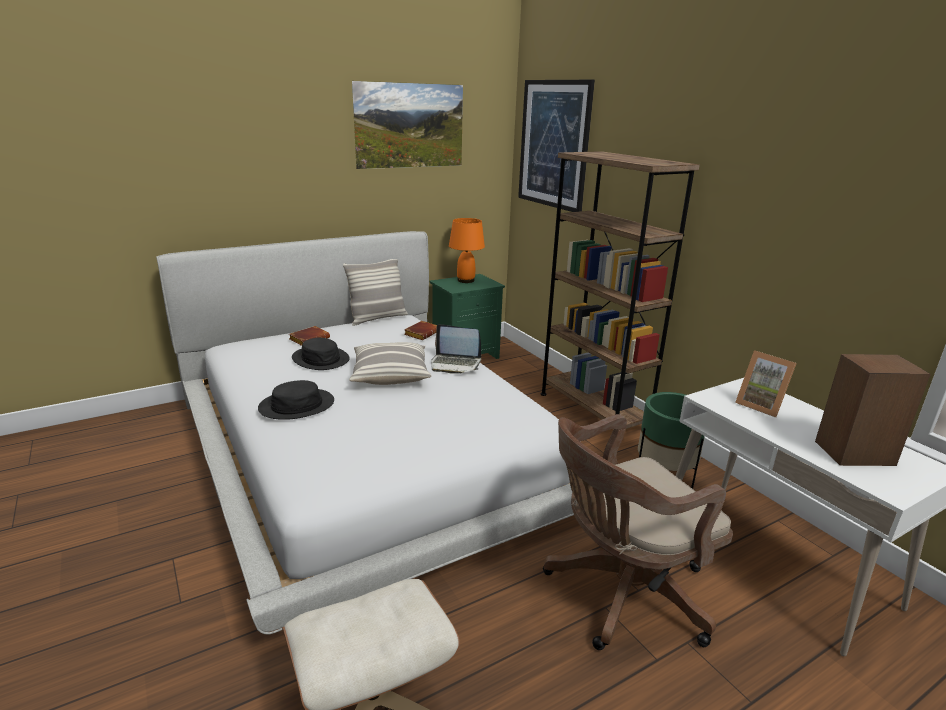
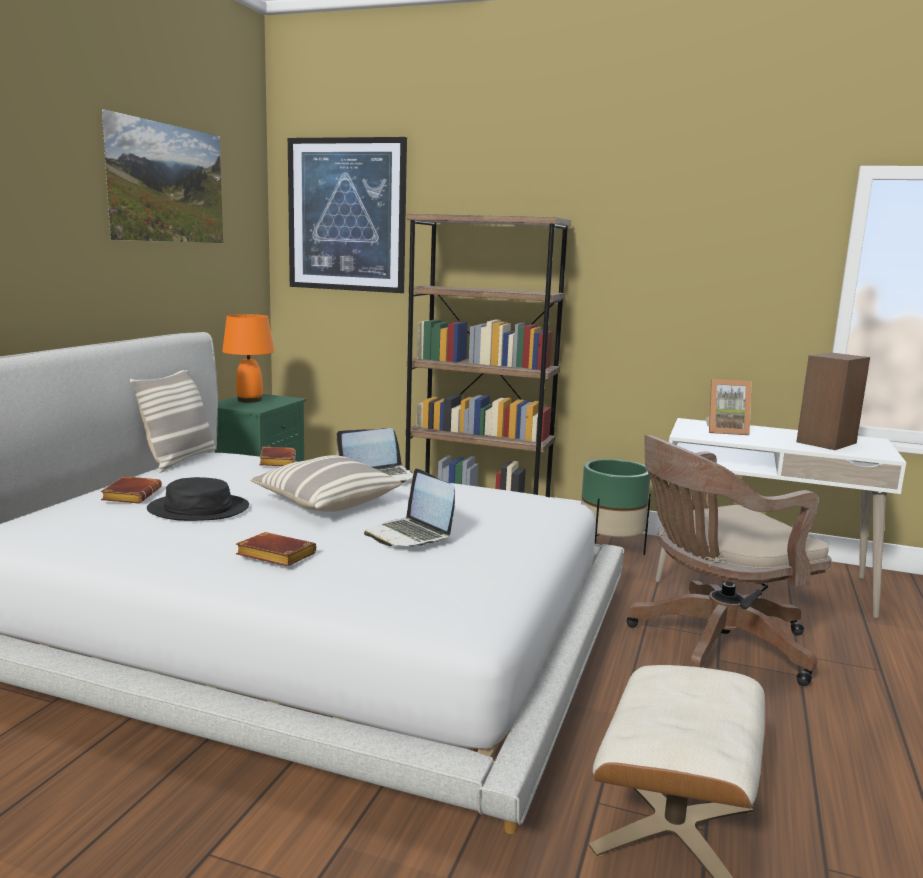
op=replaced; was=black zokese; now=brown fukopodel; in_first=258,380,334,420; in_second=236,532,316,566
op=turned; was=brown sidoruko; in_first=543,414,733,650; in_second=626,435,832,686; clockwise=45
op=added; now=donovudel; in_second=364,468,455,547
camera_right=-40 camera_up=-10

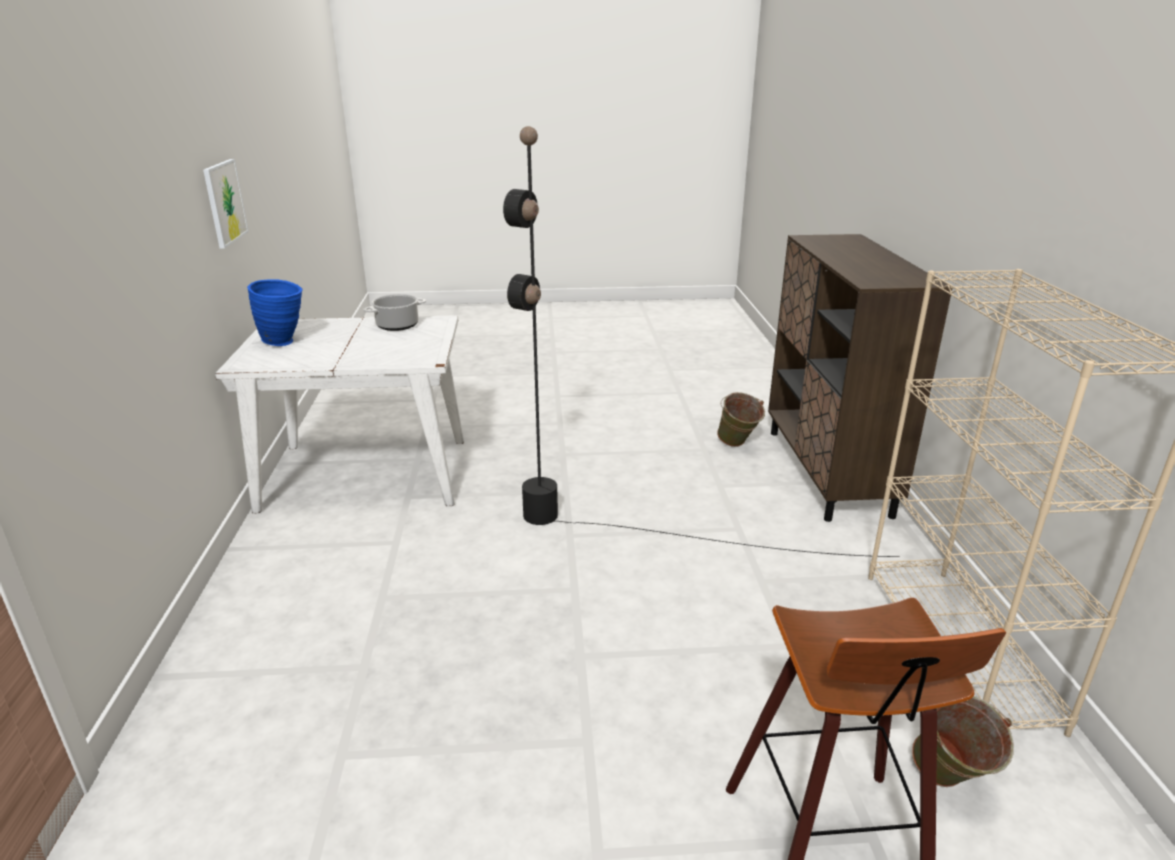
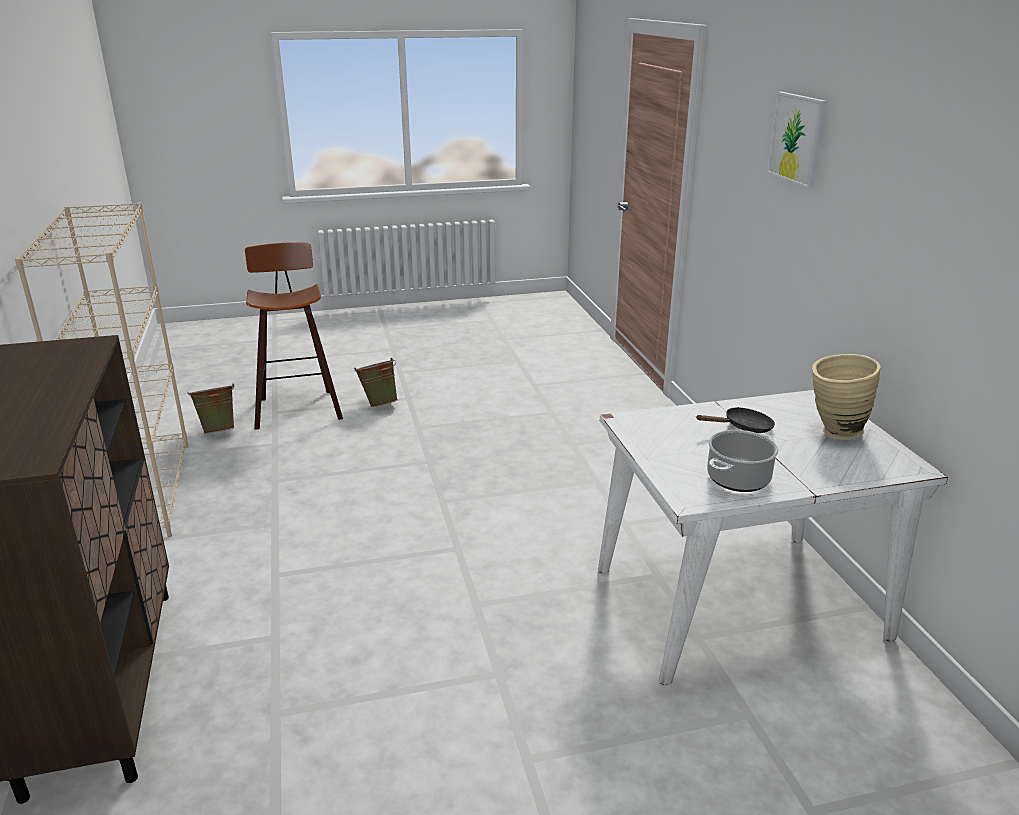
op=moved; was=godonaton; in_first=203,159,249,248; in_second=767,92,827,189
op=recoloured; was=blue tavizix; now=beige tavizix; in_first=247,279,303,346; in_second=812,354,880,440
op=removed; was=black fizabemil; in_first=503,126,900,557
op=moved; was=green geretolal; in_first=717,392,765,447; in_second=354,358,398,407
op=added; now=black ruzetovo; in_second=696,407,775,433
camera_right=170 camera_up=0

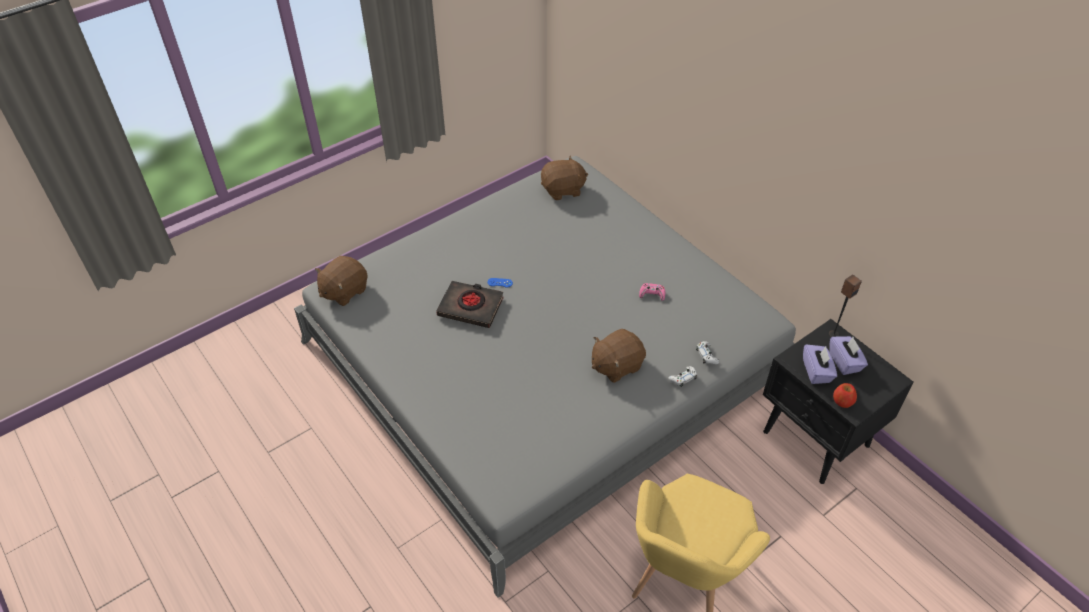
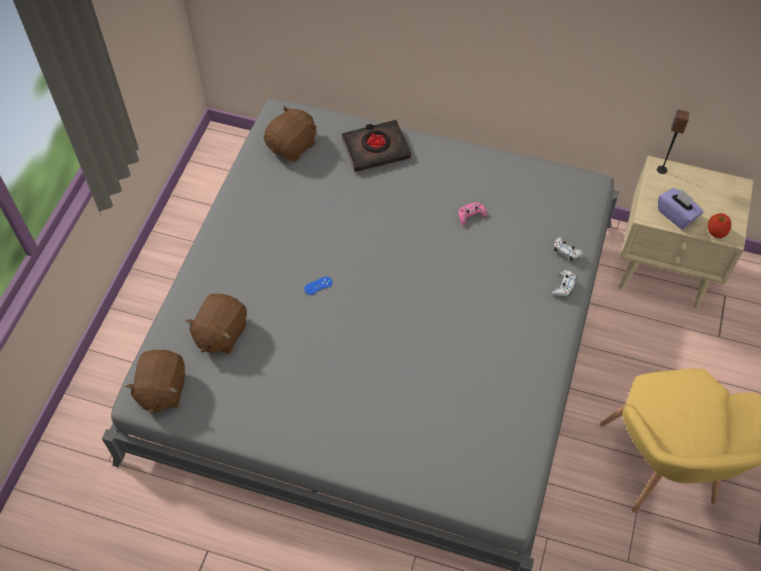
op=moved; was=black fukopodel; in_first=436,281,504,328; in_second=342,120,411,172
op=moved; was=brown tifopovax; in_first=592,329,646,383; in_second=186,294,247,354
op=recoloured; was=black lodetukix; now=beige lodetukix; in_first=763,319,913,484; in_second=618,156,754,309
op=removed; was=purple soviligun; in_first=829,336,868,375
camera_right=-35 camera_up=10

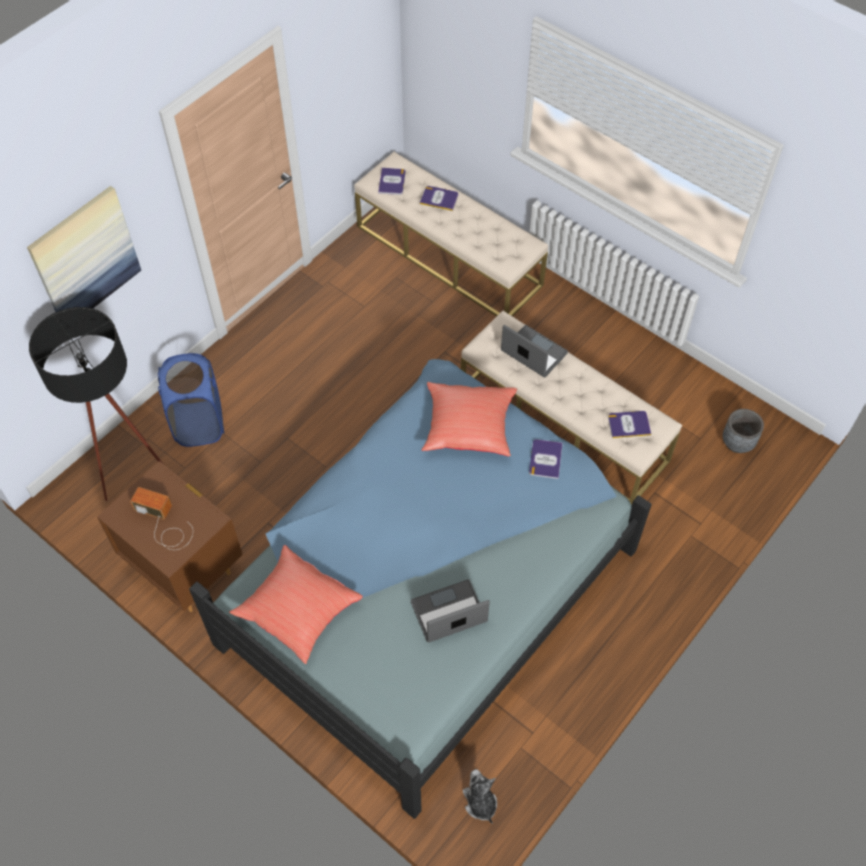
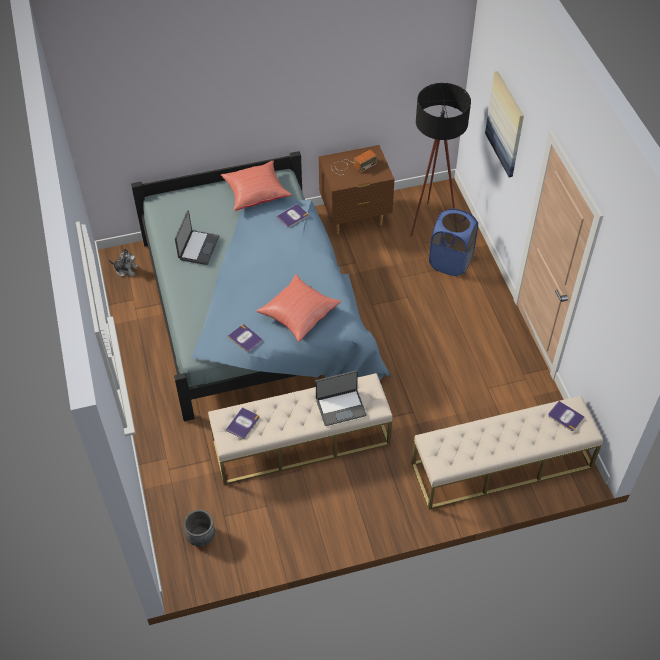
op=moved; was=fukopodel; in_first=420,186,458,211; in_second=276,204,308,228
camera_right=125 camera_up=-5

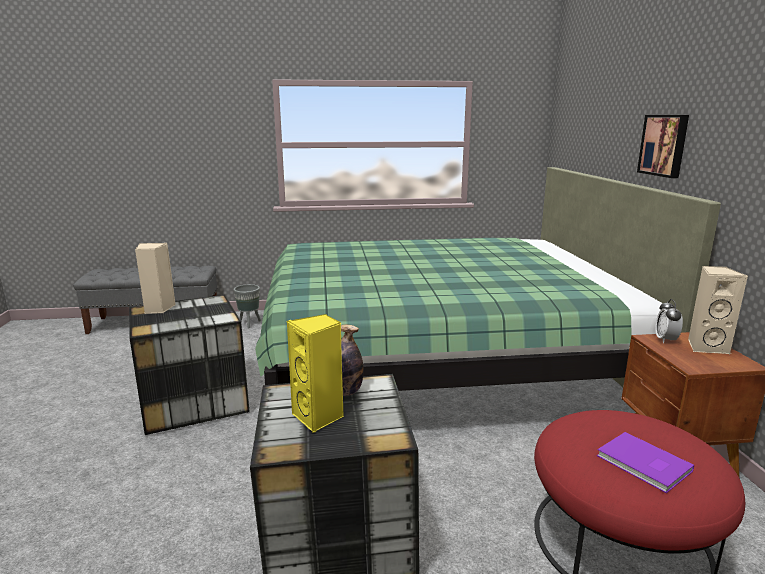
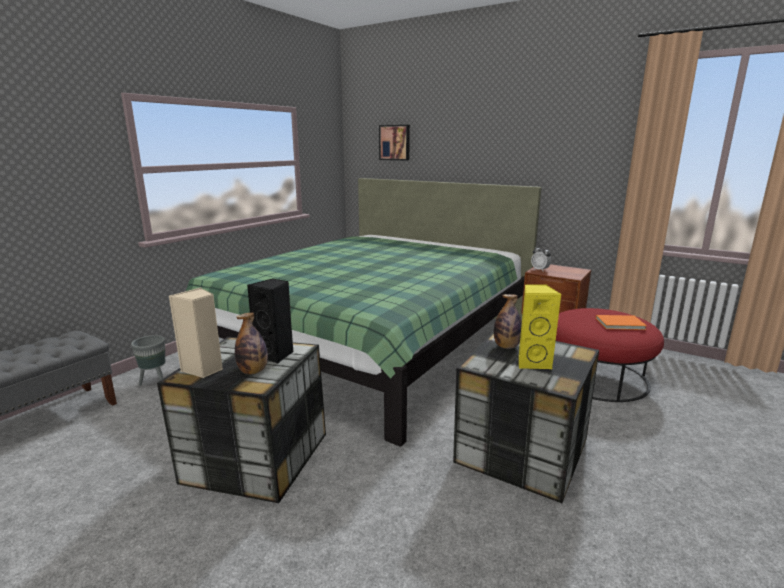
op=recoloured; was=purple fukopodel; now=orange fukopodel; in_first=597,432,694,493; in_second=596,315,647,330
op=moved; was=godonaton; in_first=637,115,689,178; in_second=379,125,410,161
op=removed; was=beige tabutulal; in_first=688,266,748,355
op=added; now=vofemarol; in_second=235,312,268,374
op=added; now=black tabutulal; in_second=247,278,294,364
camera_right=-50 camera_up=0

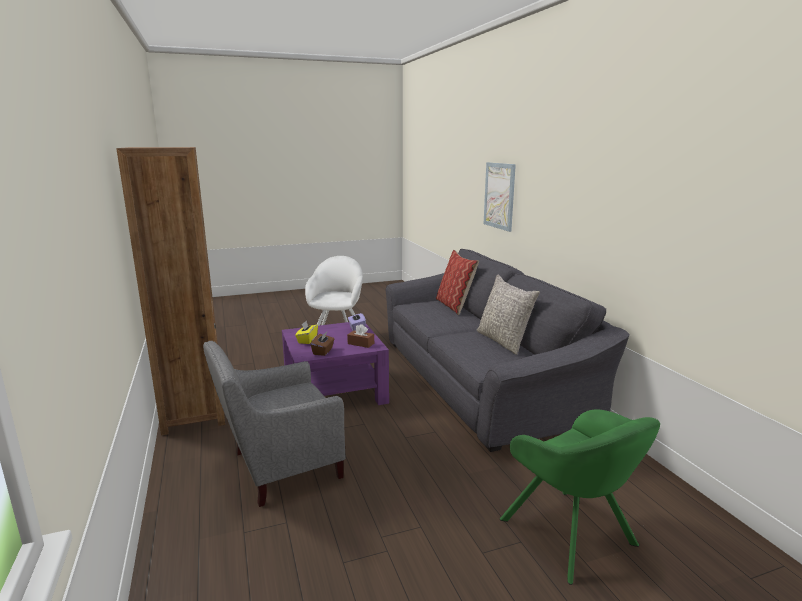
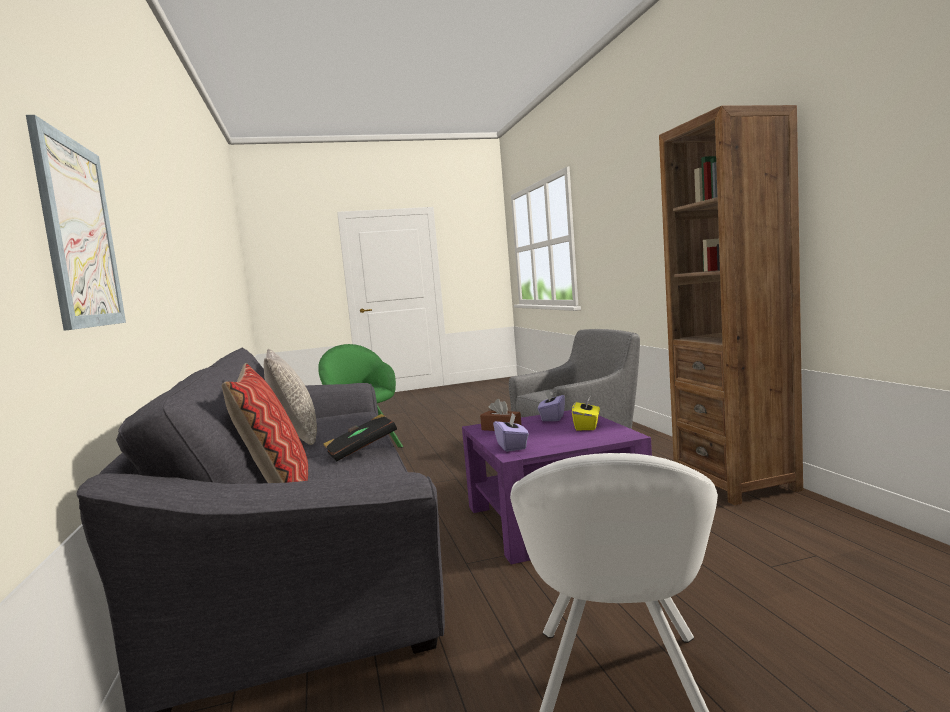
op=recoloured; was=brown soviligun; now=purple soviligun; in_first=311,332,334,356; in_second=538,389,565,421
op=added; now=black fukopodel; in_second=323,414,397,462
camera_right=-175 camera_up=-10

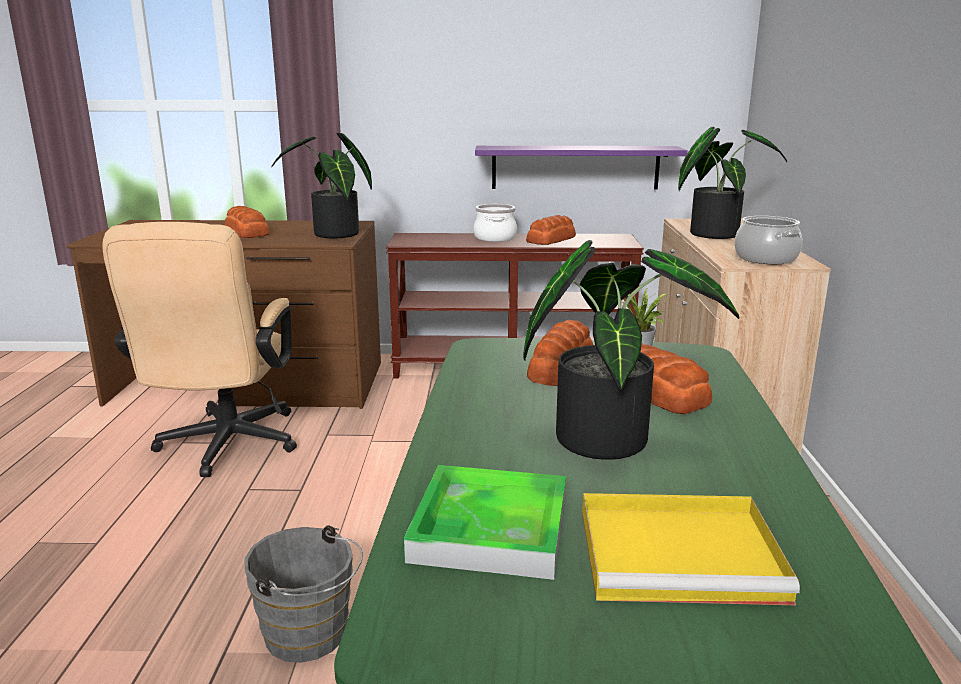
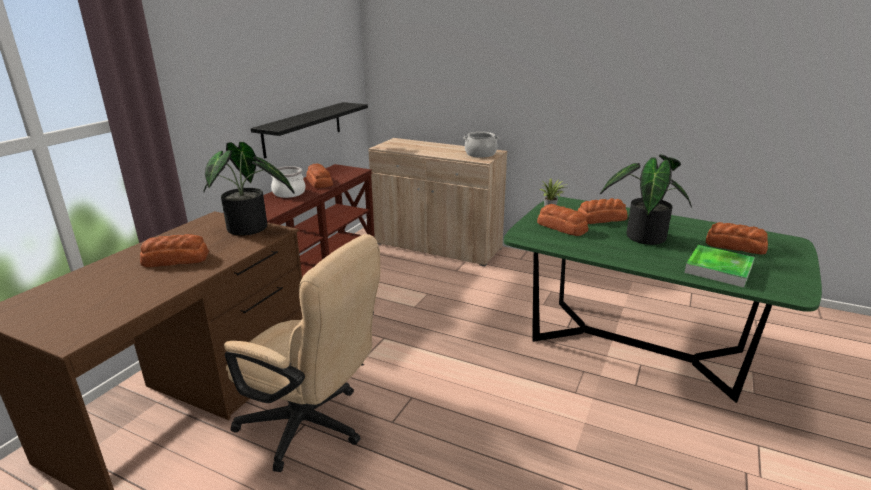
op=removed; was=grey geretolal; in_first=244,525,363,663
op=recoloured; was=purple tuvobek; now=black tuvobek; in_first=475,146,688,189; in_second=251,102,368,159
op=replaced; was=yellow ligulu; now=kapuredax; in_first=582,493,800,605; in_second=706,222,768,254
op=removed; was=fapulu; in_first=678,127,787,239
camera_right=-65 camera_up=5

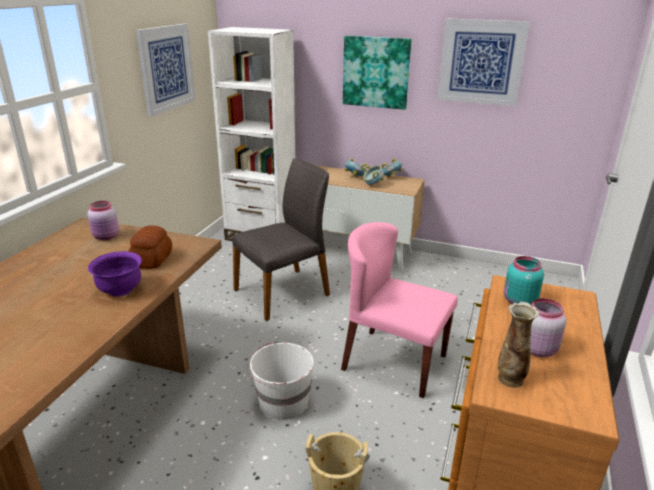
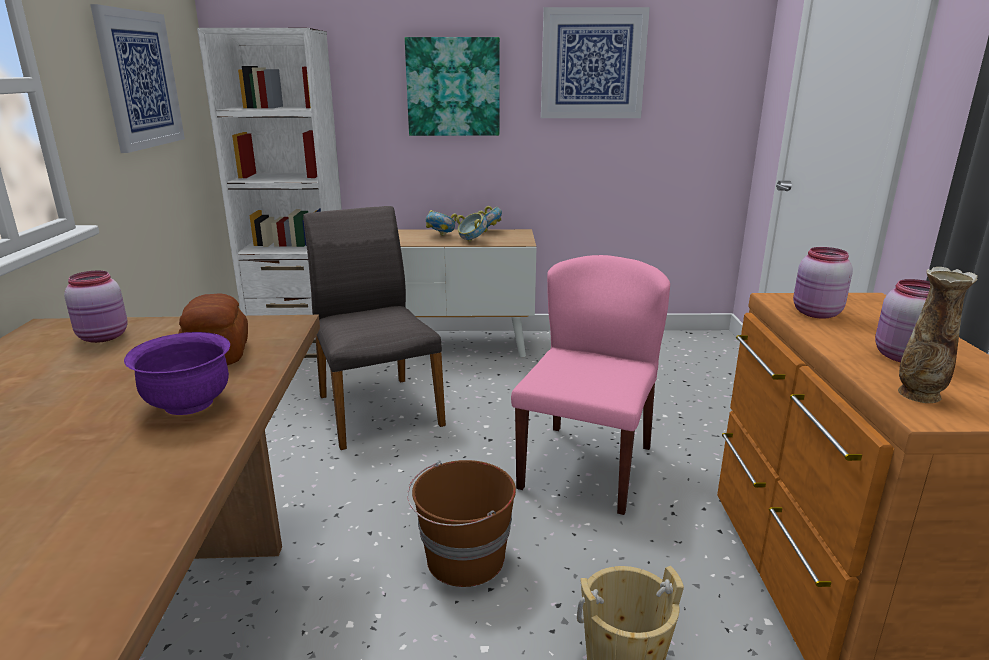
op=turned; was=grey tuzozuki; in_first=232,158,330,321; in_second=303,206,446,450; clockwise=-60
op=recoloured; was=white geretolal; now=brown geretolal; in_first=247,341,314,421; in_second=407,460,516,587
op=turned; was=pink tuzozuki; in_first=341,222,458,398; in_second=511,255,670,515; clockwise=105
op=recoloured; was=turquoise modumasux; now=pink modumasux; in_first=504,256,544,304; in_second=793,247,853,319
camera_right=-20 camera_up=-5

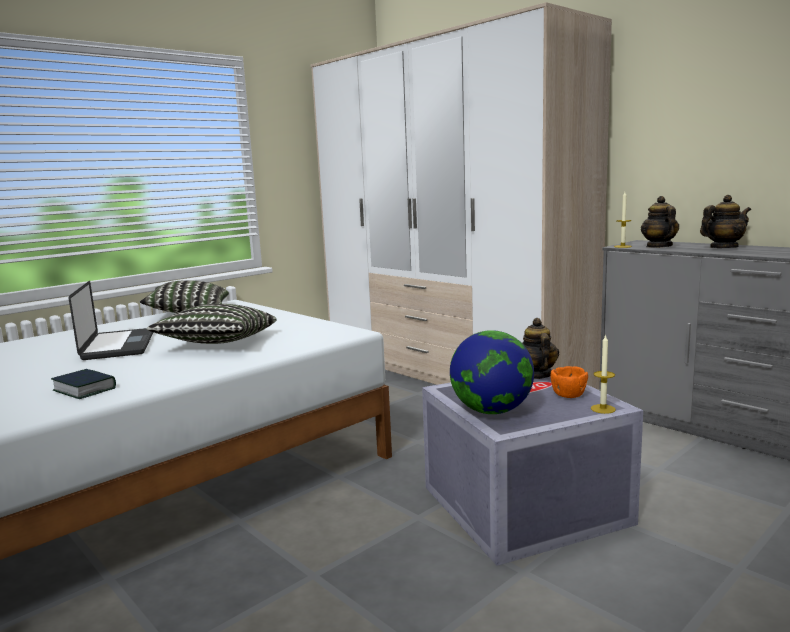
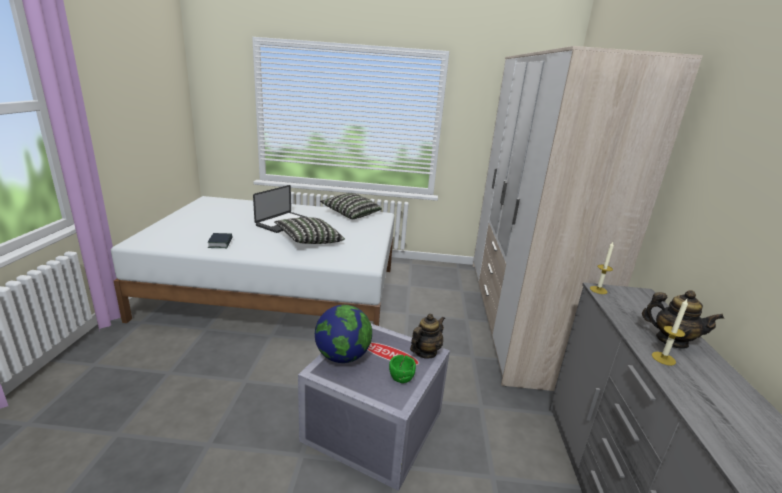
op=recoloured; was=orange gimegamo; now=green gimegamo; in_first=551,366,588,398; in_second=389,355,416,383
op=moved; was=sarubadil; in_first=591,334,616,414; in_second=652,299,688,366
op=removed; was=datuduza; in_first=641,196,679,248
camera_right=45 camera_up=10

